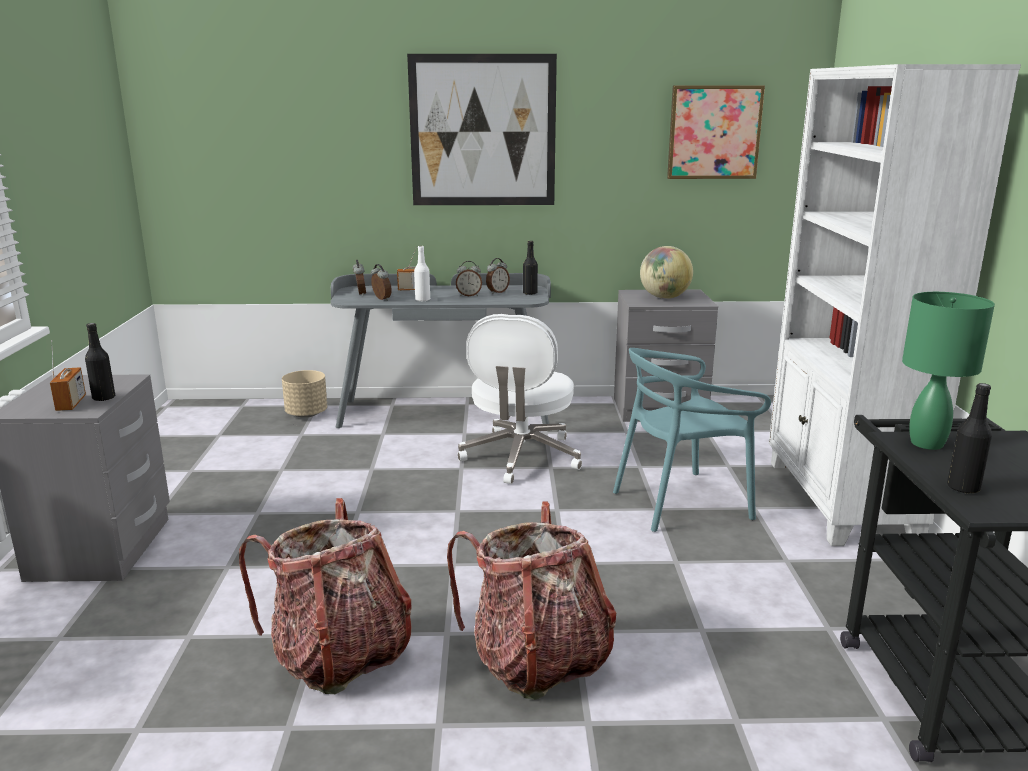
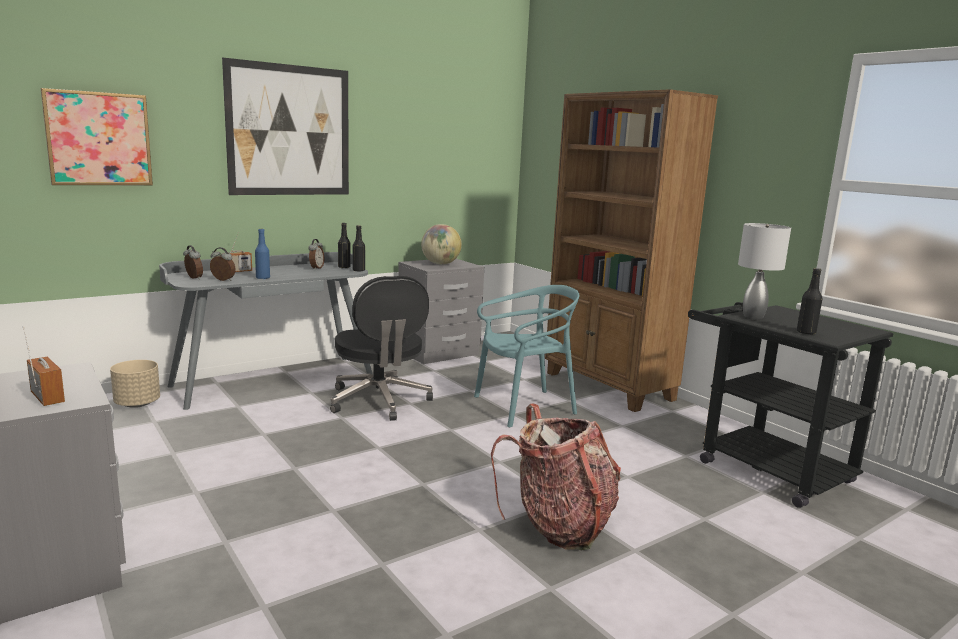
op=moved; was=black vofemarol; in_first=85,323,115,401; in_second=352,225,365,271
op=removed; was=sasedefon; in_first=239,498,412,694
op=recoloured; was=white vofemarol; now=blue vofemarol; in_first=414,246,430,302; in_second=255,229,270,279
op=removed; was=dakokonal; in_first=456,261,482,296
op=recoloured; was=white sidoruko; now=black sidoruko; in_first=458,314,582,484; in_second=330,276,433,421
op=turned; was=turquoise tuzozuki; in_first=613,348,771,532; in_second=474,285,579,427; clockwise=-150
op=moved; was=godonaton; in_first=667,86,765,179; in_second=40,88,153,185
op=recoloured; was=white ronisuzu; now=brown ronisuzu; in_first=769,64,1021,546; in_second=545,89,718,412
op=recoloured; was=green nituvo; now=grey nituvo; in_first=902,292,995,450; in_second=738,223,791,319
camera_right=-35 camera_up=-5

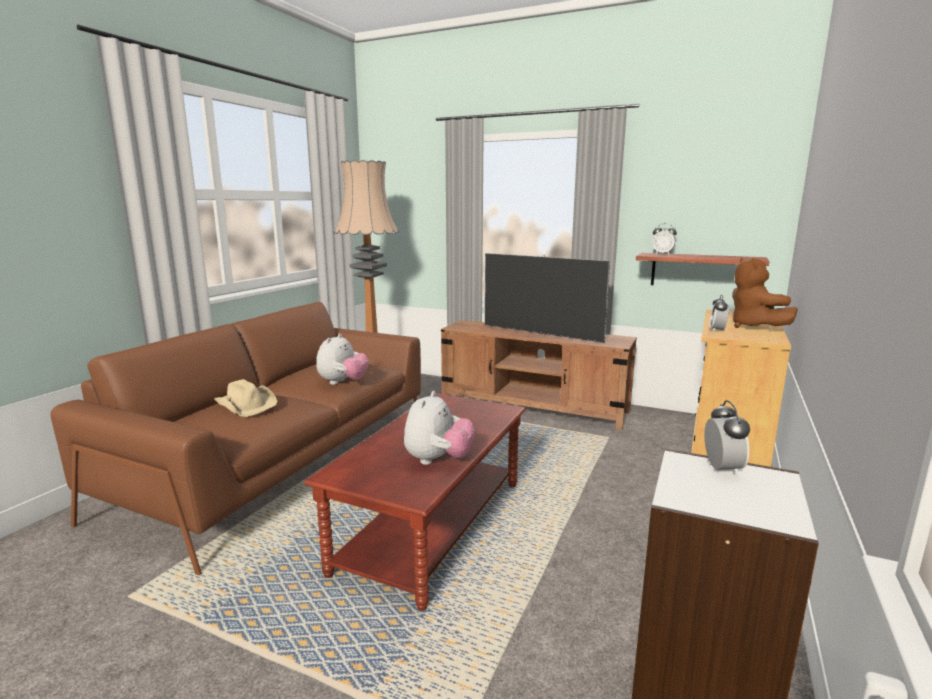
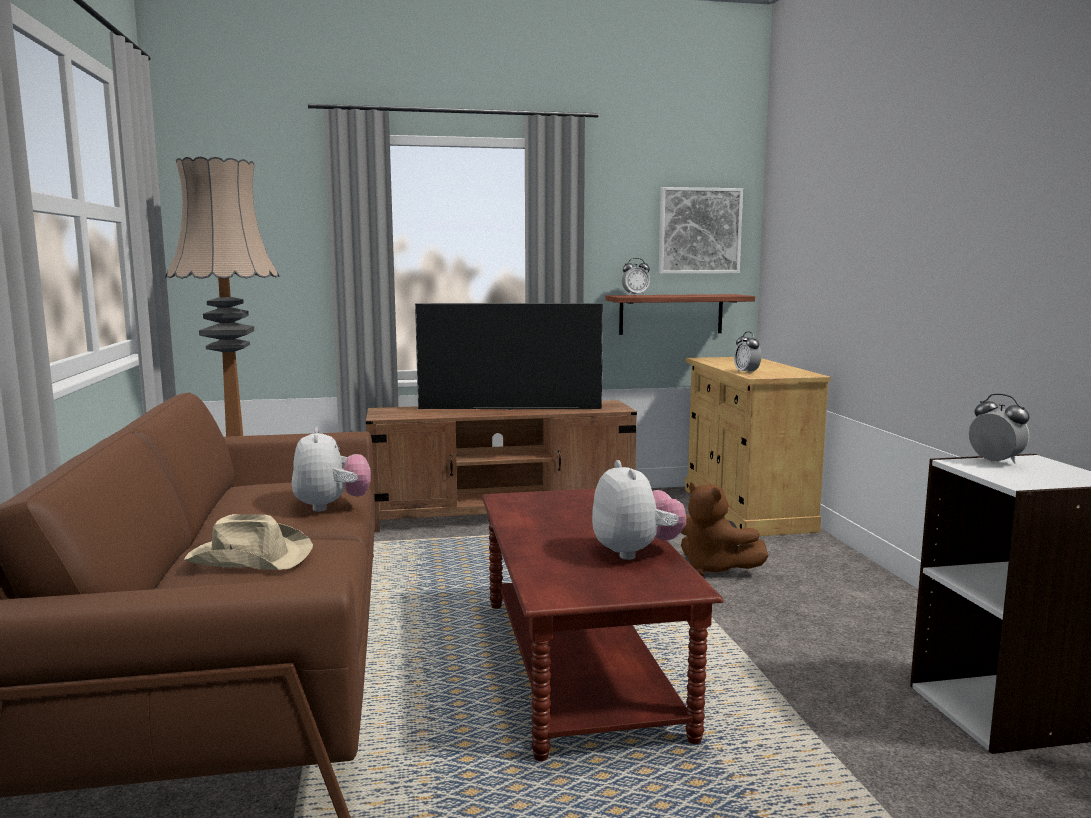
op=moved; was=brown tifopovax; in_first=732,257,798,328; in_second=681,482,768,576
op=added; now=godonaton; in_second=659,187,743,274
camera_right=-35 camera_up=-5

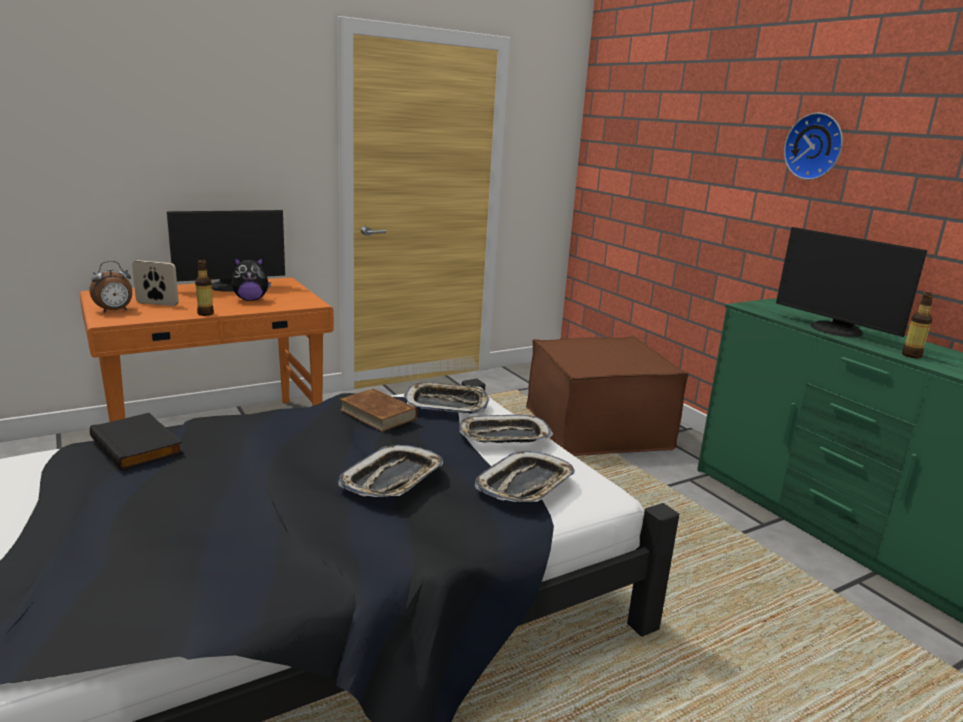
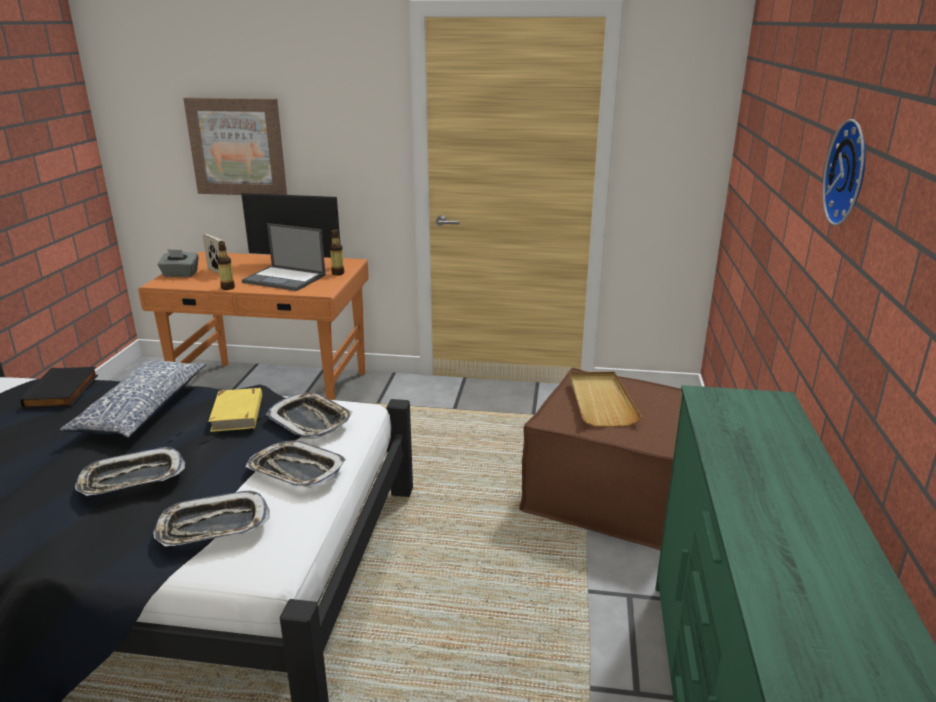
op=replaced; was=dakokonal; now=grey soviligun; in_first=90,261,132,313; in_second=157,249,199,277
op=replaced; was=tifopovax; now=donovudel; in_first=231,257,271,301; in_second=242,223,326,291
op=recoloured; was=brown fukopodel; now=yellow fukopodel; in_first=339,388,417,432; in_second=208,388,262,432
op=removed; was=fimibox; in_first=776,227,927,337
op=moved; was=vofemarol; in_first=902,293,934,358; in_second=330,229,344,275
op=added; now=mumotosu; in_second=60,361,205,438
op=added; now=godonaton; in_second=183,97,287,195
op=added; now=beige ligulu; in_second=569,372,642,427
camera_right=40 camera_up=5

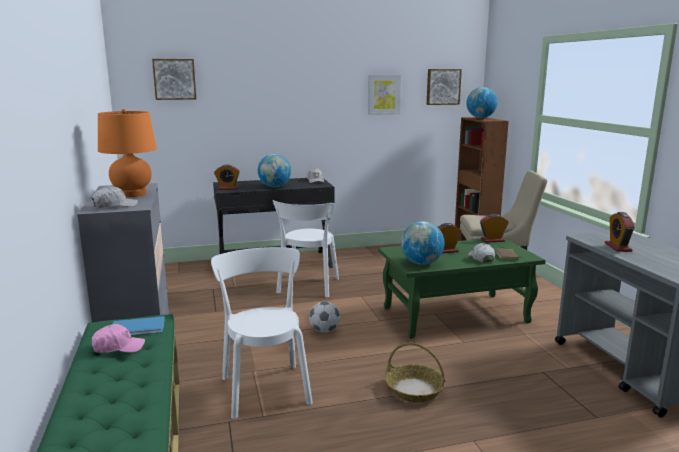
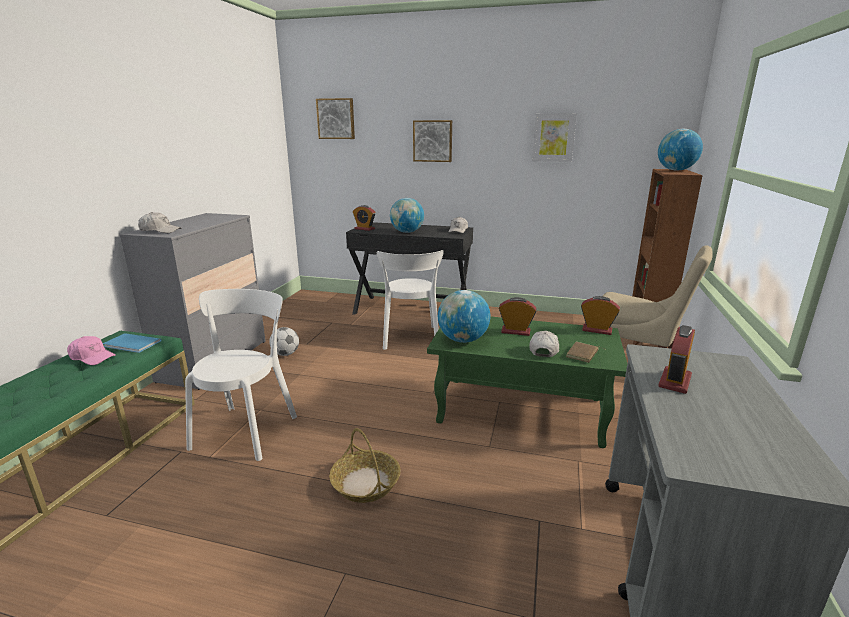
op=removed; was=orange nituvo; in_first=98,109,157,197
op=turned; was=white tuzozuki; in_first=273,200,339,297; in_second=377,250,444,350; clockwise=-45
op=moved; was=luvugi; in_first=309,301,340,333; in_second=269,327,299,356
op=moved; was=godonaton; in_first=427,69,462,105; in_second=413,120,452,162
camera_right=30 camera_up=5

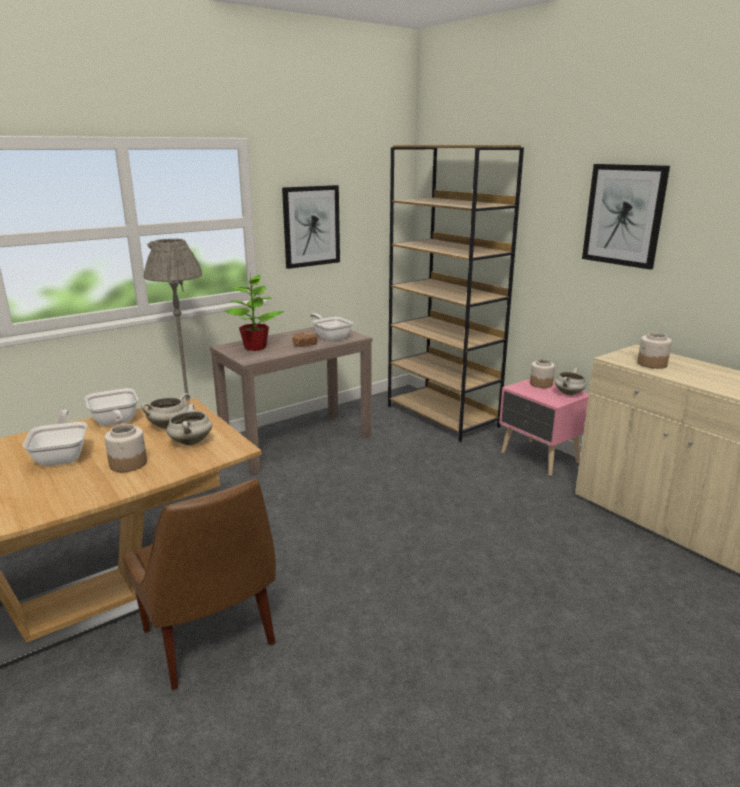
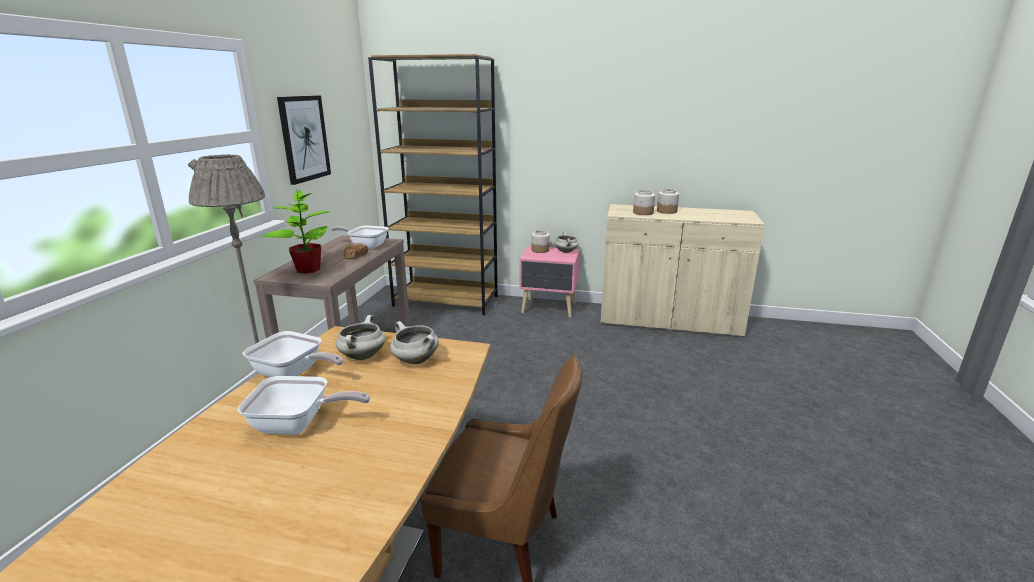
op=turned; was=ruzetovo; in_first=23,410,87,466; in_second=238,376,370,435; clockwise=150
op=moved; was=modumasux; in_first=104,424,147,472; in_second=657,189,679,214
op=removed; was=godonaton; in_first=582,164,670,270
camera_right=-40 camera_up=0

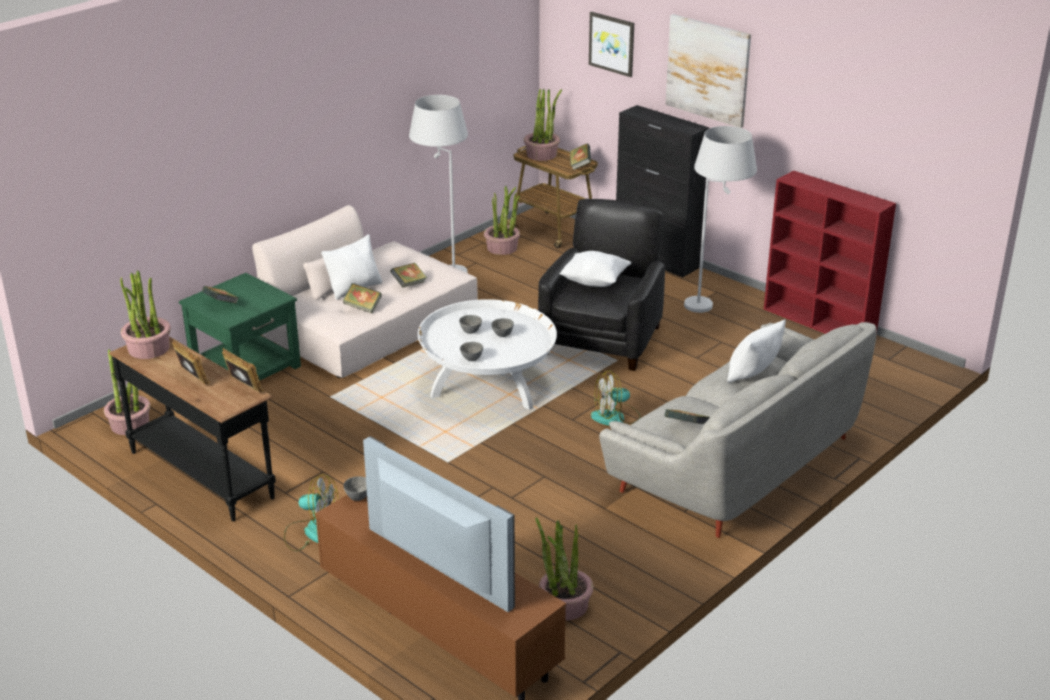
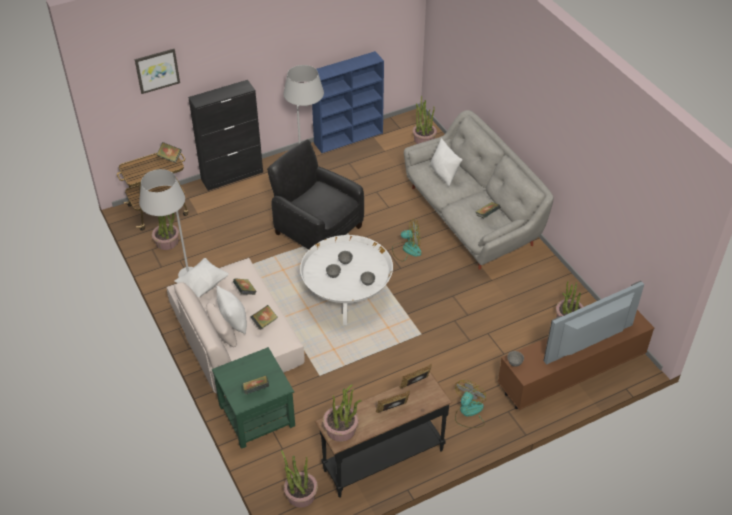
op=moved; was=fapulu; in_first=524,89,562,161; in_second=413,96,437,144
op=moved; was=white mumotosu; in_first=559,251,631,287; in_second=174,258,229,297
op=turned; was=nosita; in_first=591,370,641,426; in_second=392,219,421,261; clockwise=-90
op=removed; was=godonaton; in_first=665,14,751,128
op=recoloured; was=red ronisuzu; now=blue ronisuzu; in_first=764,170,896,335; in_second=312,51,384,153
camera_right=-70 camera_up=15

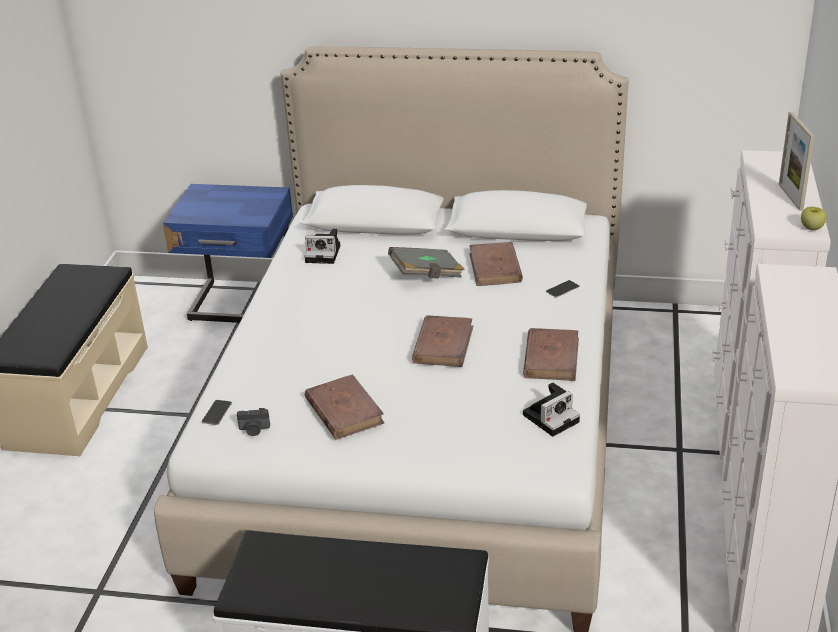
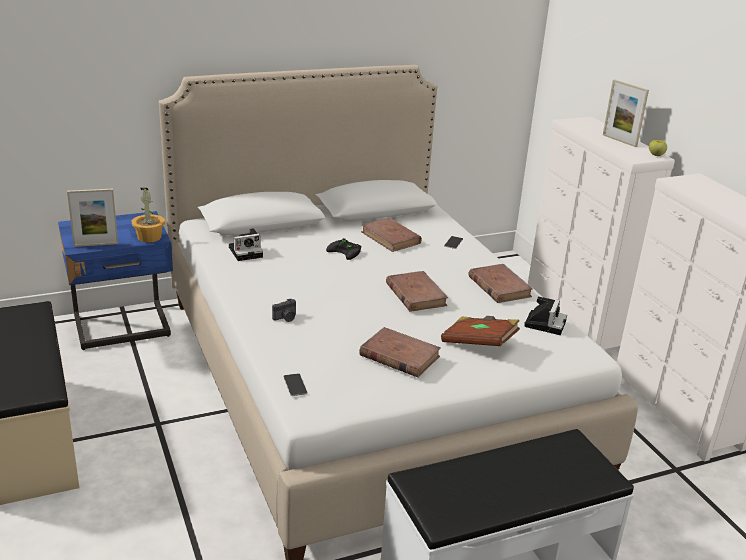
op=moved; was=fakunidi; in_first=237,408,270,436; in_second=272,299,296,322
op=replaced; was=grey fukopodel; now=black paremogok; in_first=388,247,465,278; in_second=326,238,361,260
op=added; now=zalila; in_second=67,189,118,247
op=added; now=fapulu; in_second=132,188,165,243
op=added; now=brown fukopodel; in_second=441,316,520,346
camera_right=-35 camera_up=-5

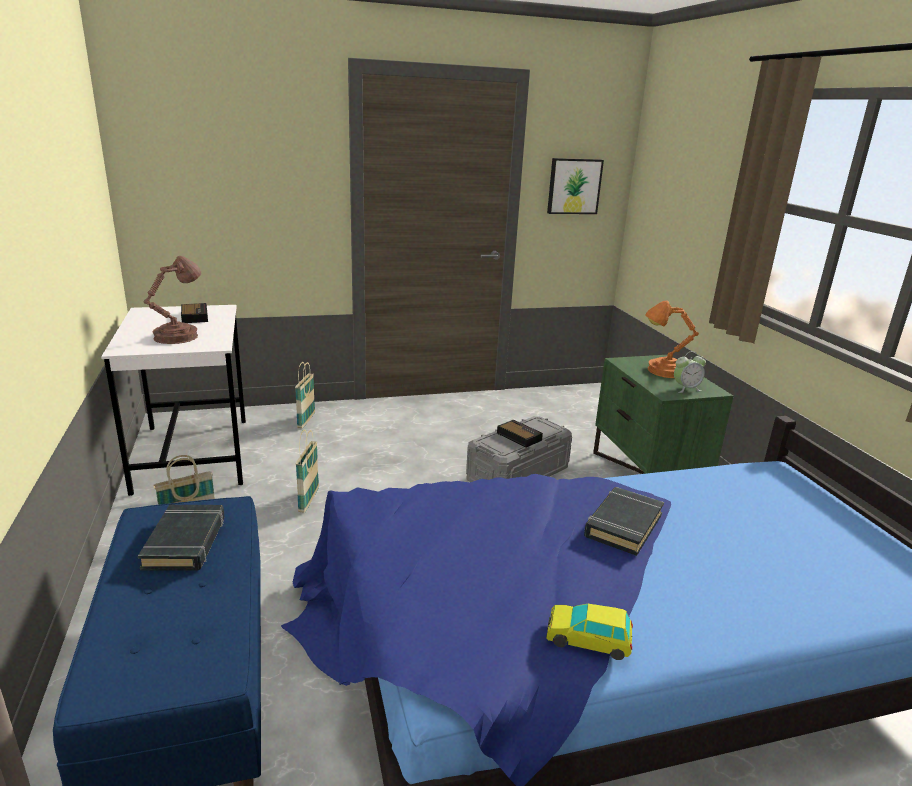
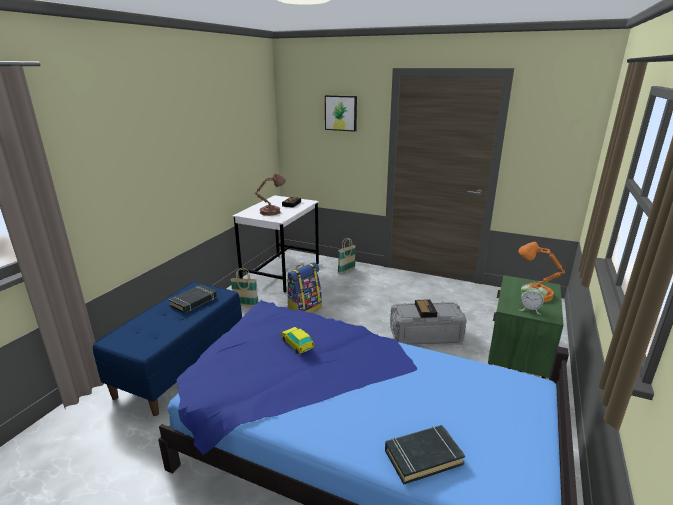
op=replaced; was=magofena; now=sasedefon; in_first=296,429,319,513; in_second=287,263,322,313
op=moved; was=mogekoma; in_first=546,604,633,660; in_second=281,327,314,354
op=moved; was=godonaton; in_first=547,158,604,214; in_second=325,95,357,132
op=moved; was=black fukopodel; in_first=584,487,664,556; in_second=385,425,466,484
camera_right=40 camera_up=0

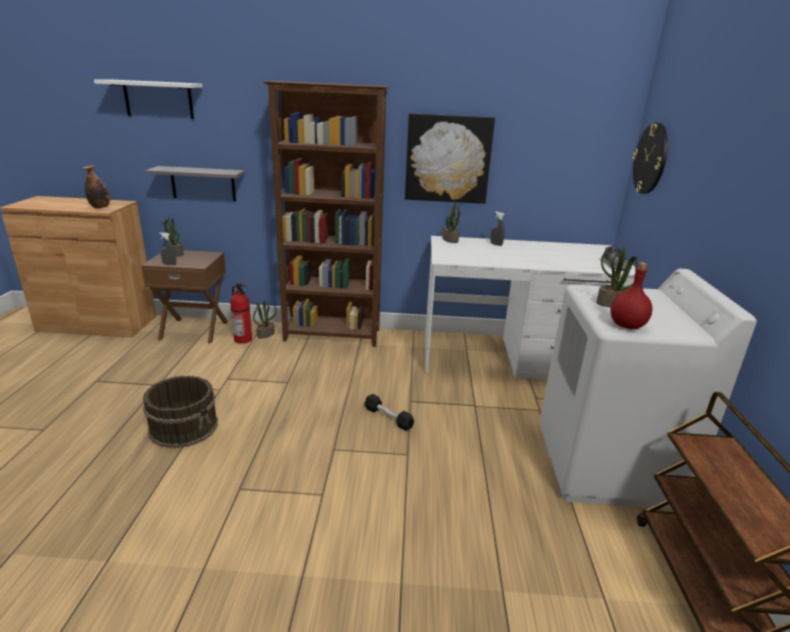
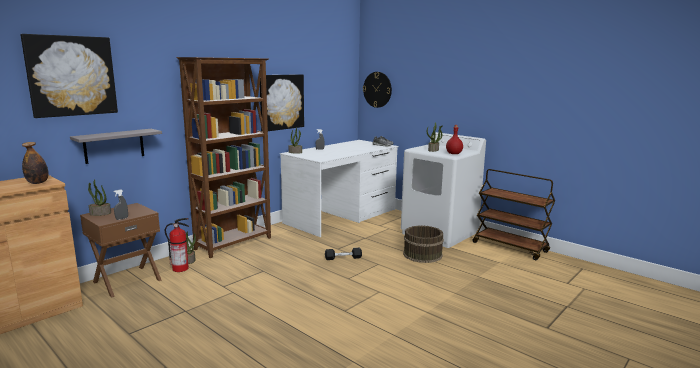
op=replaced; was=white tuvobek; now=godonaton; in_first=94,79,203,119; in_second=20,34,118,118
op=moved; was=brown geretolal; in_first=143,376,218,448; in_second=403,226,444,263
camera_right=-50 camera_up=-10

